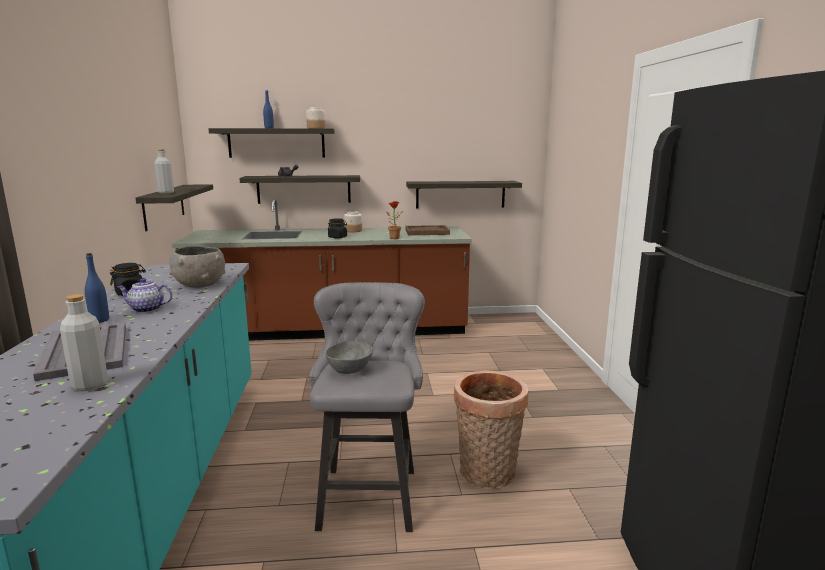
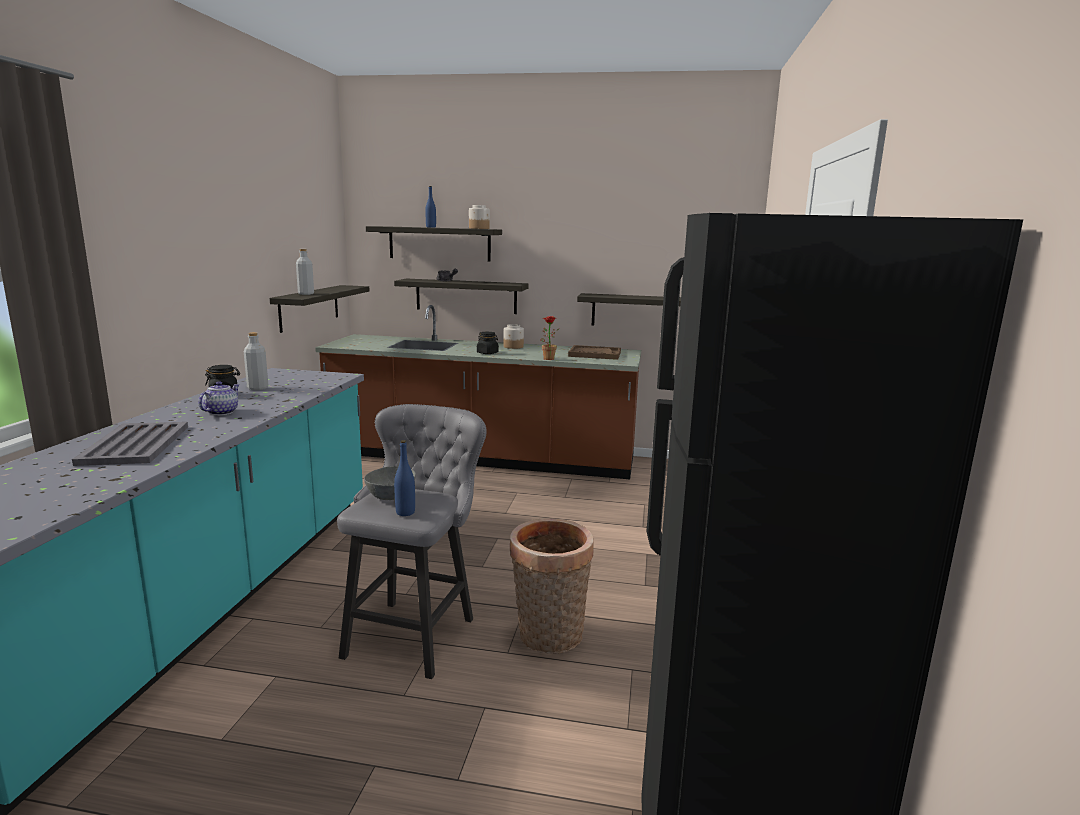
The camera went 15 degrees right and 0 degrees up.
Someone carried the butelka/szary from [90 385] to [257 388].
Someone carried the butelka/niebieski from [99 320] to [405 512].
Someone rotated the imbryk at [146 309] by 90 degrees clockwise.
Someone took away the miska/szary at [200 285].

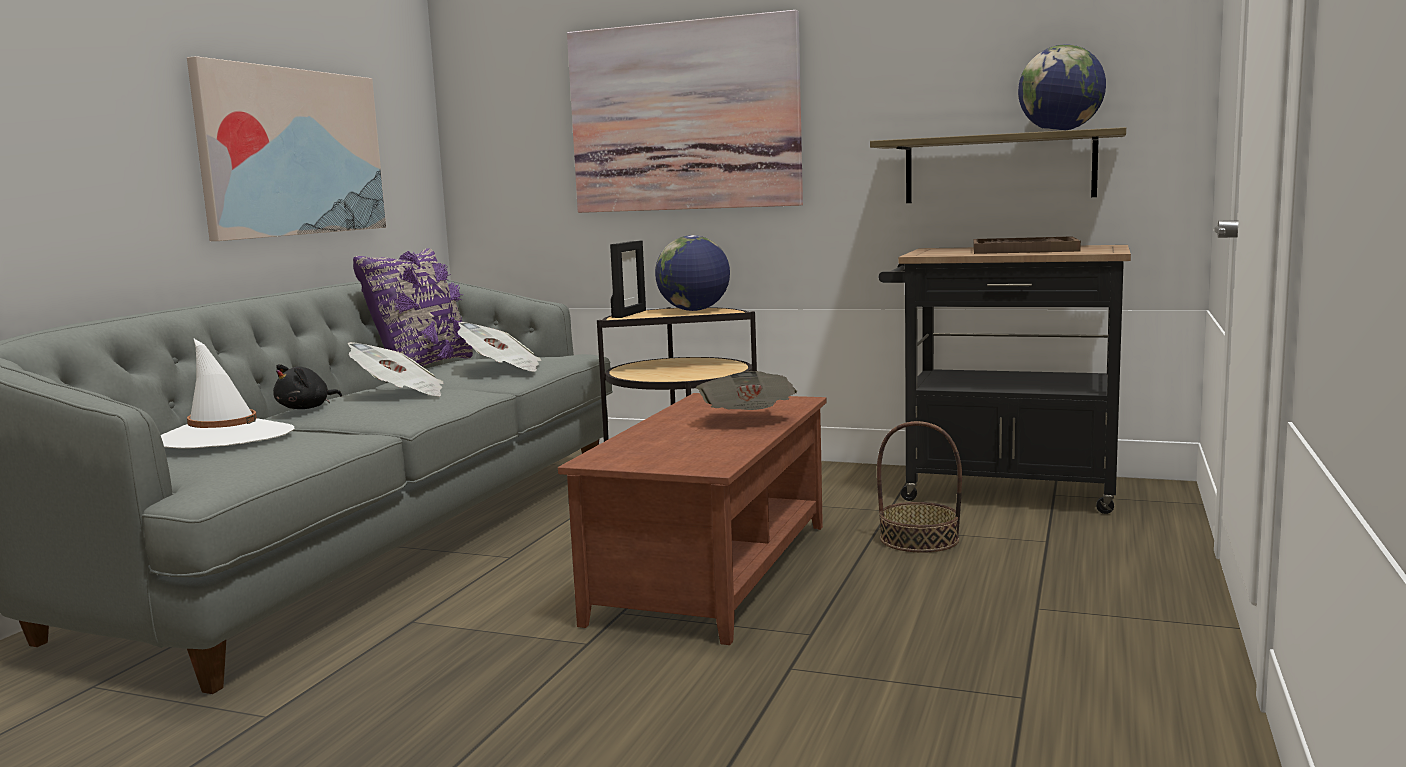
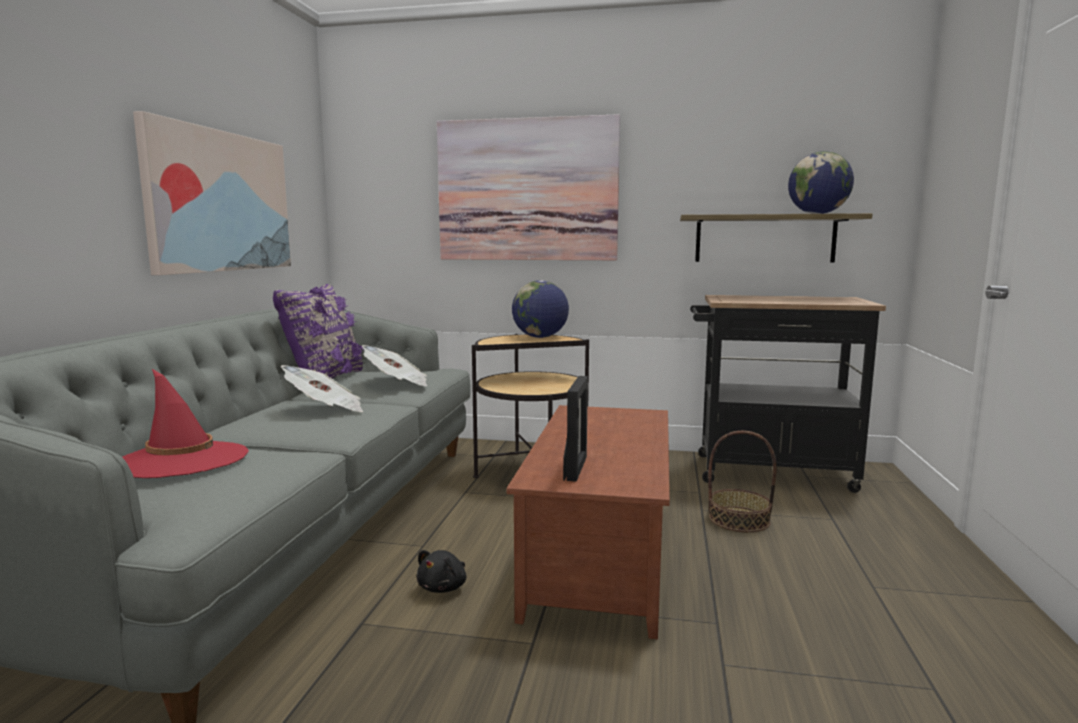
The camera went 10 degrees left and 0 degrees up.
Someone repainted the kapelusz/biały at [224 437], which became the kapelusz/czerwony at [181 460].
Someone carried the pluszak/czarny from [306 408] to [444 587].
Someone carried the ramka na zdjęcie from [629 314] to [575 468].
Someone took away the gazeta at [748 420].
Someone took away the taca/brązowy at [1024 250].

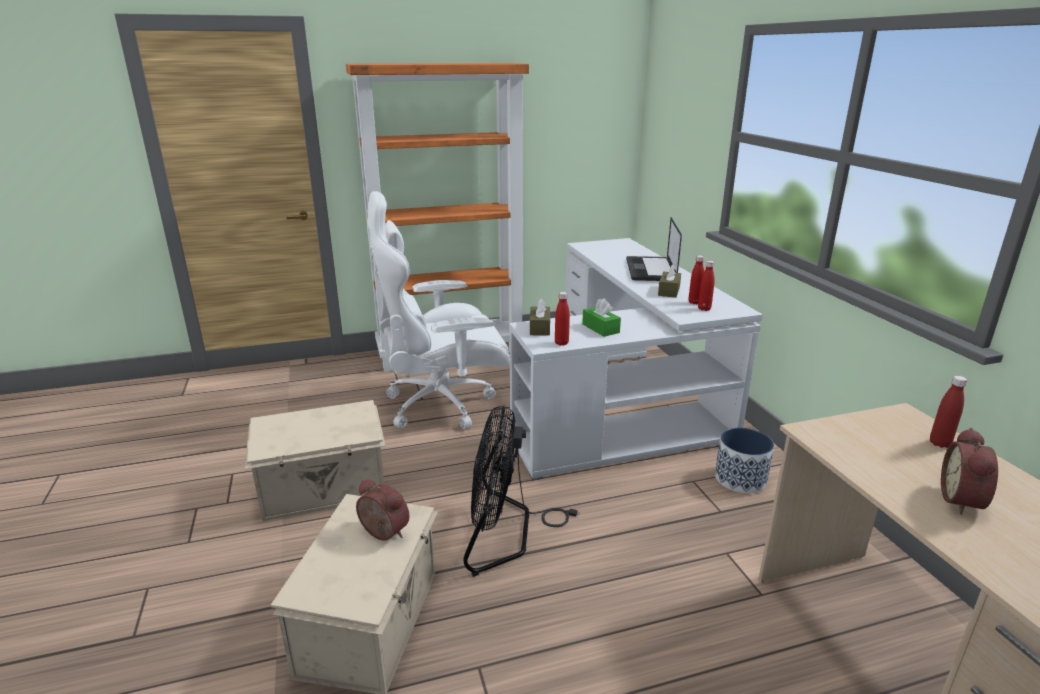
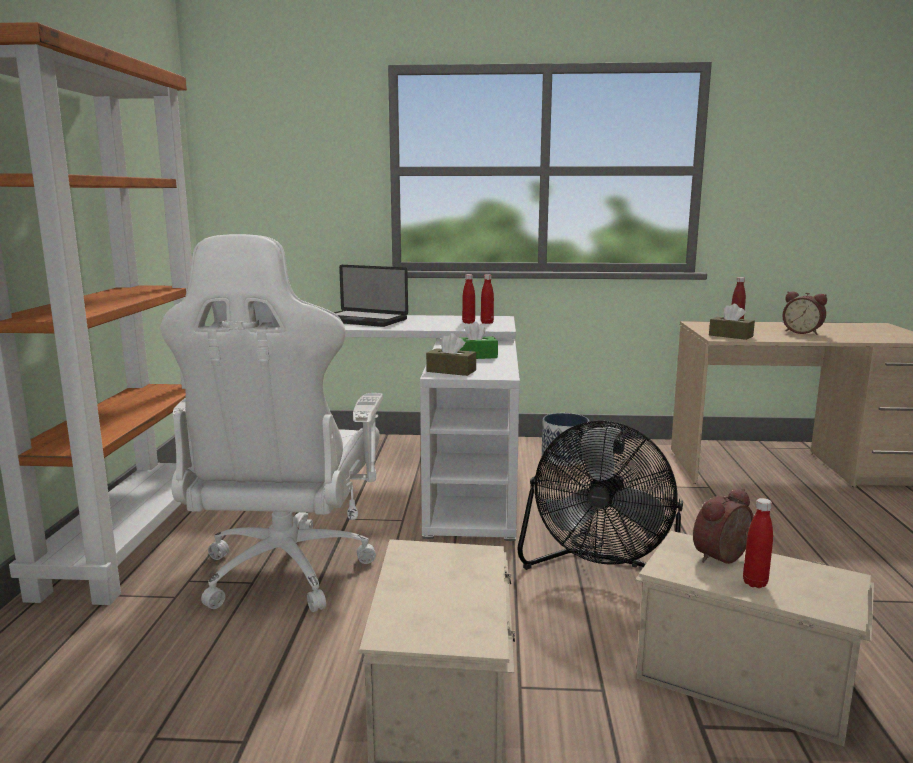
The camera went 70 degrees left and 10 degrees down.
Someone carried the butelka/czerwony from [561 343] to [755 583].
Someone carried the pudełko chusteczek/brązowy from [669 291] to [730 336].

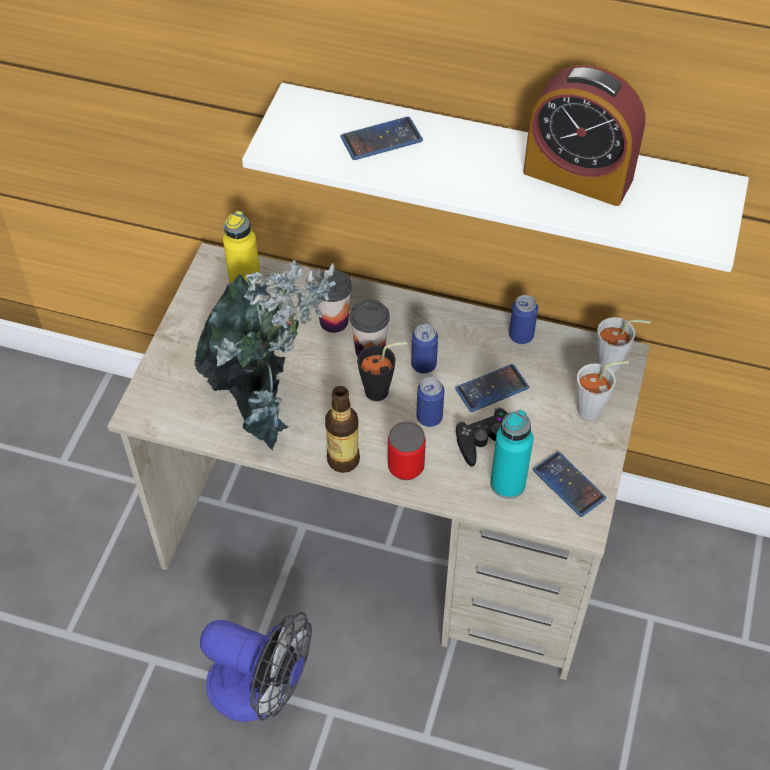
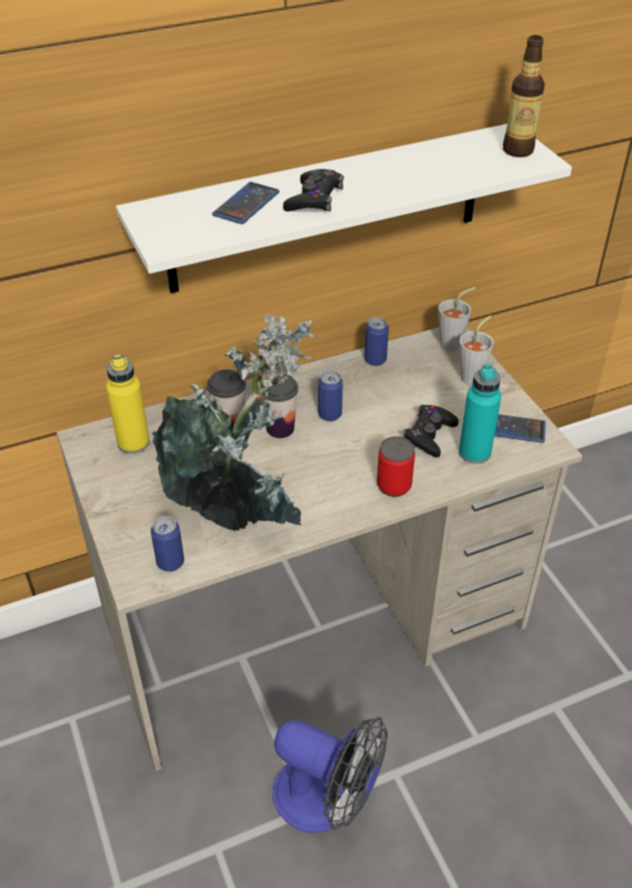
The camera went 40 degrees left and 10 degrees down.
Someone rotated the wentylator at [260 689] by 45 degrees clockwise.
Someone carried the butelka from [343 460] to [518 150].
Someone took away the filiżanka/czarny at [382 391].
Someone carried the puszka from [429 417] to [170 562].
Someone took away the telefon at [492 388].
Someone took away the budzik at [578 175].
Someone put down the pad do gier/czarny at [314 199].

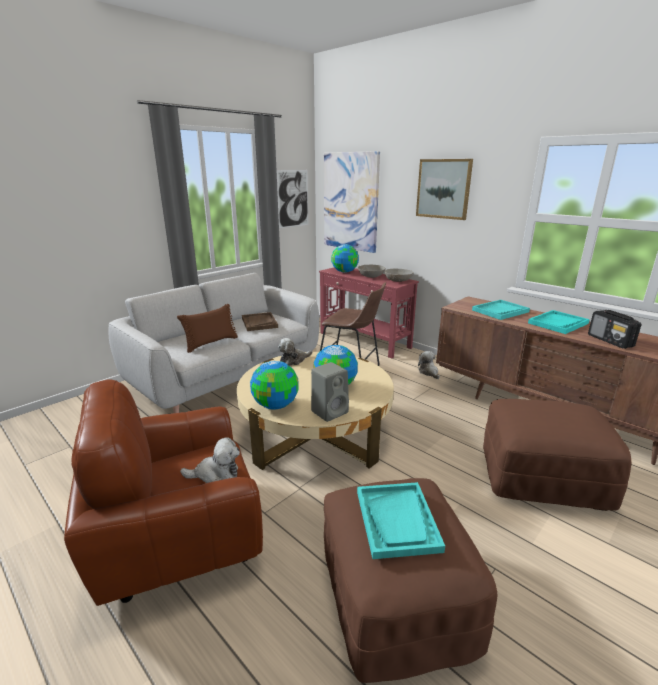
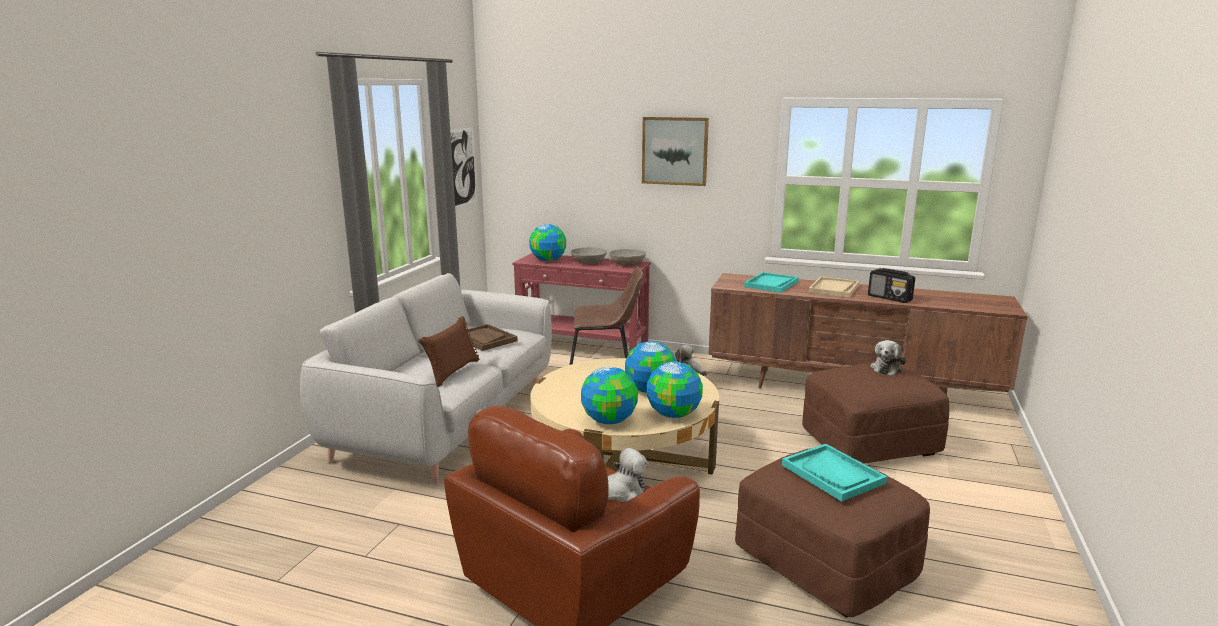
The camera went 25 degrees left and 5 degrees down.
Someone carried the pluszak from [294 360] to [886 368].
Someone swapped the głośnik/szary at [330 411] for the globus at [673 414].
Someone took away the obraz at [350 202].
Someone repainted the taca/turkusowy at [558 323], which became the taca/beżowy at [834 289].

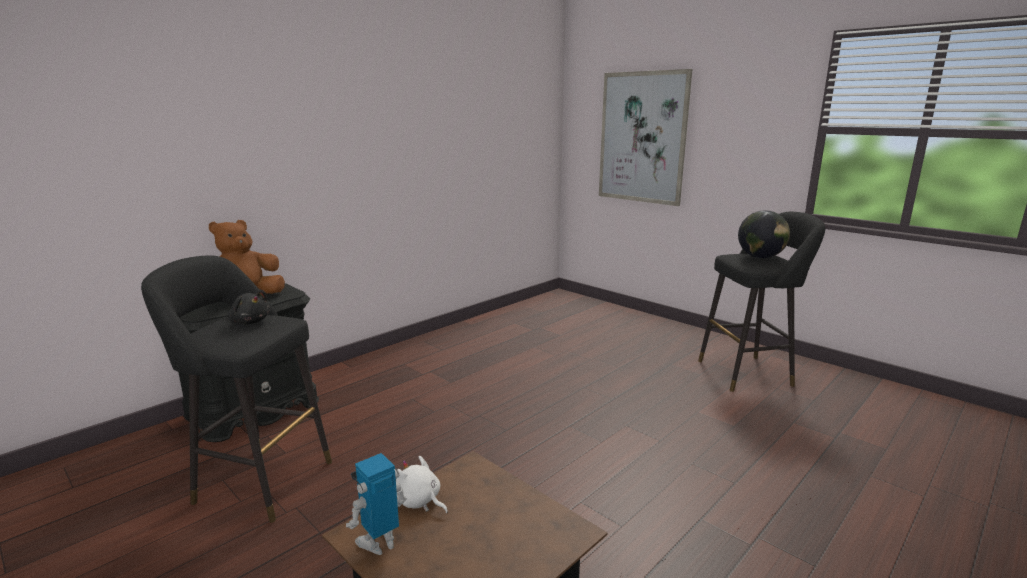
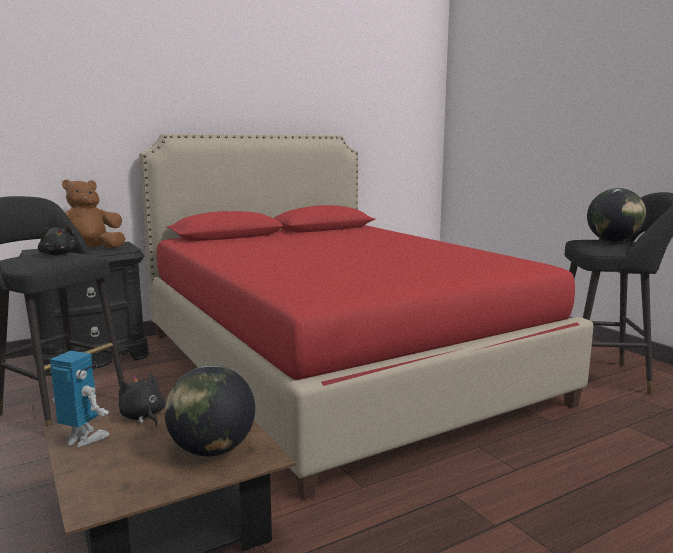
The camera went 15 degrees right and 5 degrees down.
Someone rotated the robot zabawkowy at [379 543] by 45 degrees clockwise.
Someone repainted the pluszak/biały at [420 501], which became the pluszak/czarny at [143 416].
Someone took away the obraz at [642 138].
Someone put down the łóżko/czerwony at [335 366].
Someone put down the globus at [212 450].

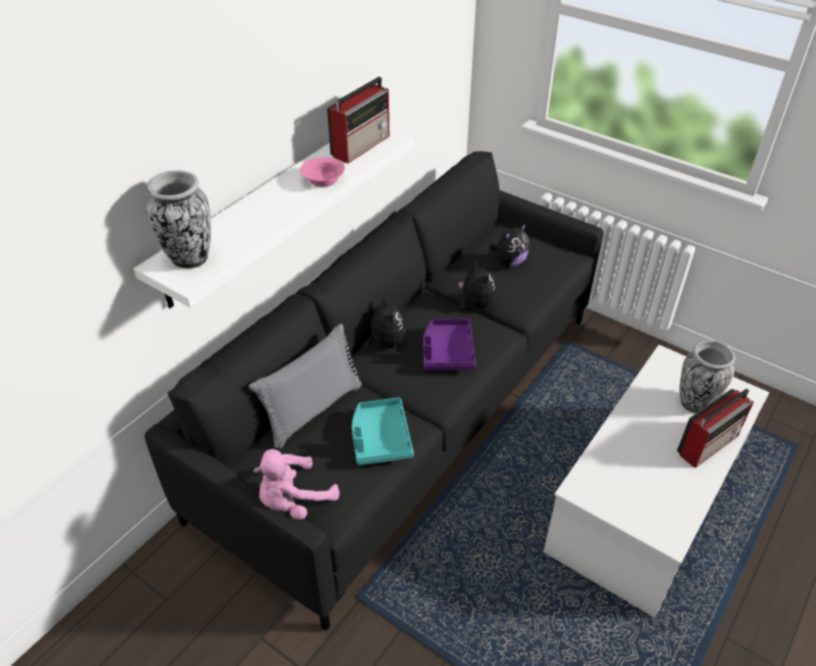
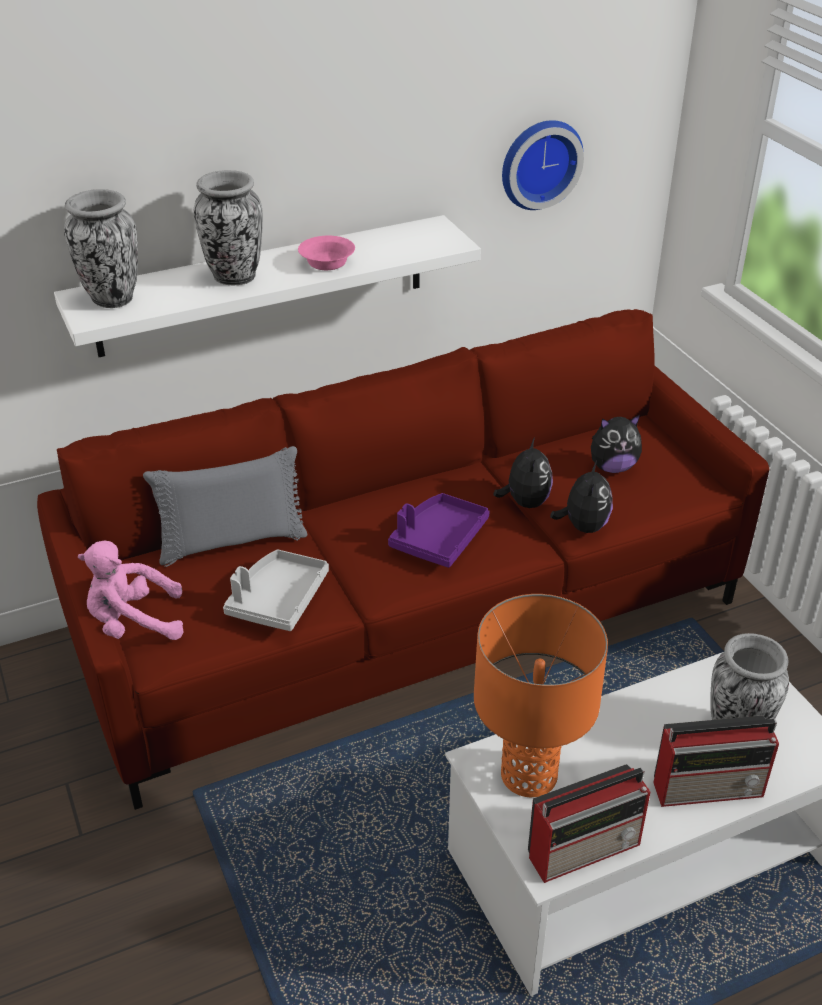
The camera went 30 degrees right and 5 degrees down.
Someone repainted the kanapa/czarny at [407 411], which became the kanapa/czerwony at [411 620].
Someone carried the radio from [361 145] to [586 848].
Someone repainted the taca/turkusowy at [380 438], which became the taca/szary at [277 600].
Someone carried the pluszak from [385 343] to [583 526].
Someone put down the wazon at [234 278].
Someone put down the lampa stołowa/pomarańczowy at [528 773].
Someone put up the zegar ścienny at [538 162].

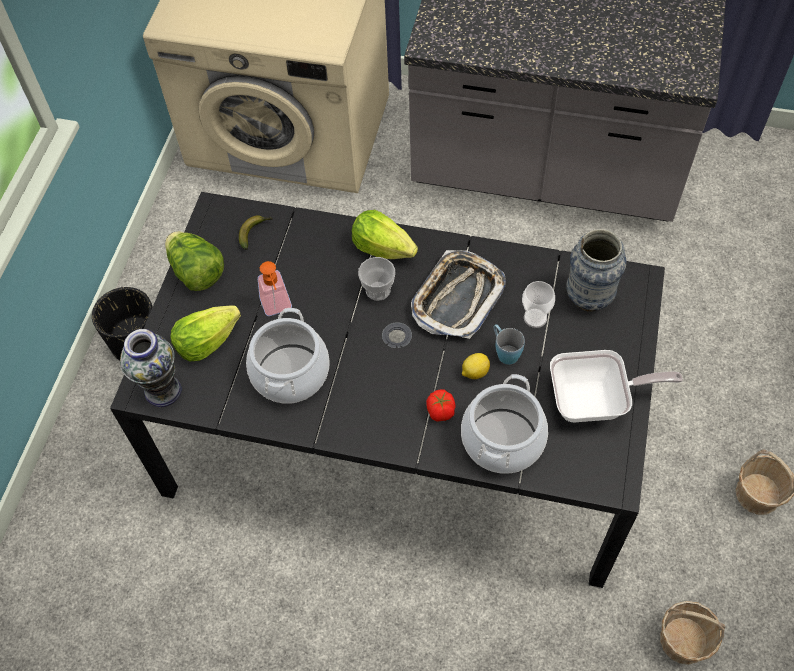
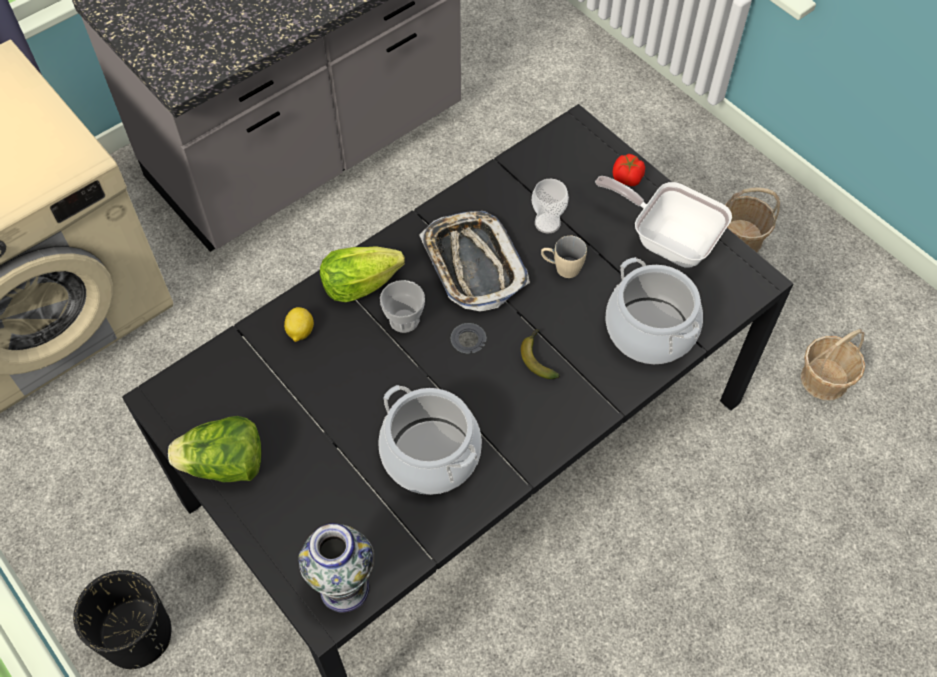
The camera went 55 degrees left and 0 degrees up.
Someone took away the sałata at [206 342].
Someone carried the banan from [255 232] to [538 357].
Someone took away the dozownik mydła at [278 308].
Someone carried the pomidor from [440 411] to [627 179].
Someone carried the cytryna from [474 372] to [300 332].
Someone repainted the kubek/niebieski at [504 351], which became the kubek/beżowy at [561 268].
Someone rotated the patelnia at [595 401] by 90 degrees counterclockwise.
Someone took away the wazon at [588 298].

